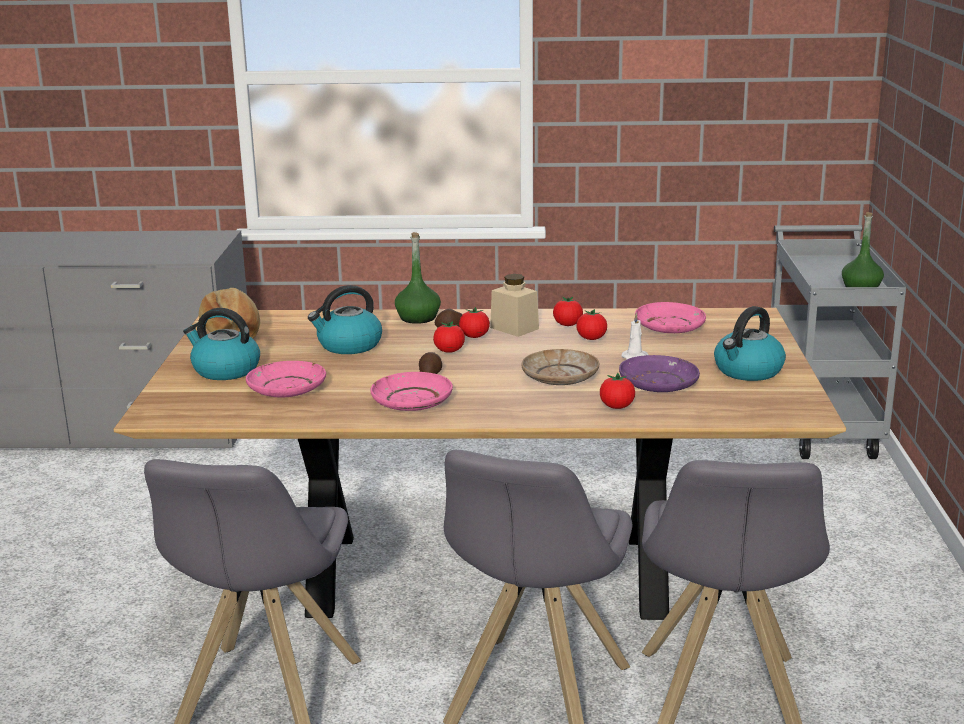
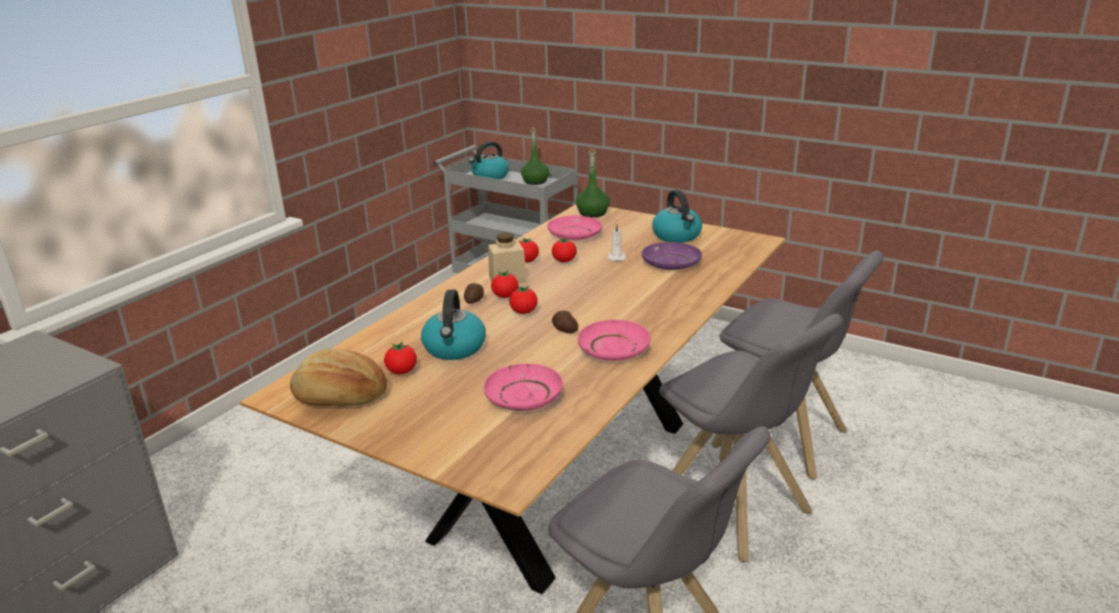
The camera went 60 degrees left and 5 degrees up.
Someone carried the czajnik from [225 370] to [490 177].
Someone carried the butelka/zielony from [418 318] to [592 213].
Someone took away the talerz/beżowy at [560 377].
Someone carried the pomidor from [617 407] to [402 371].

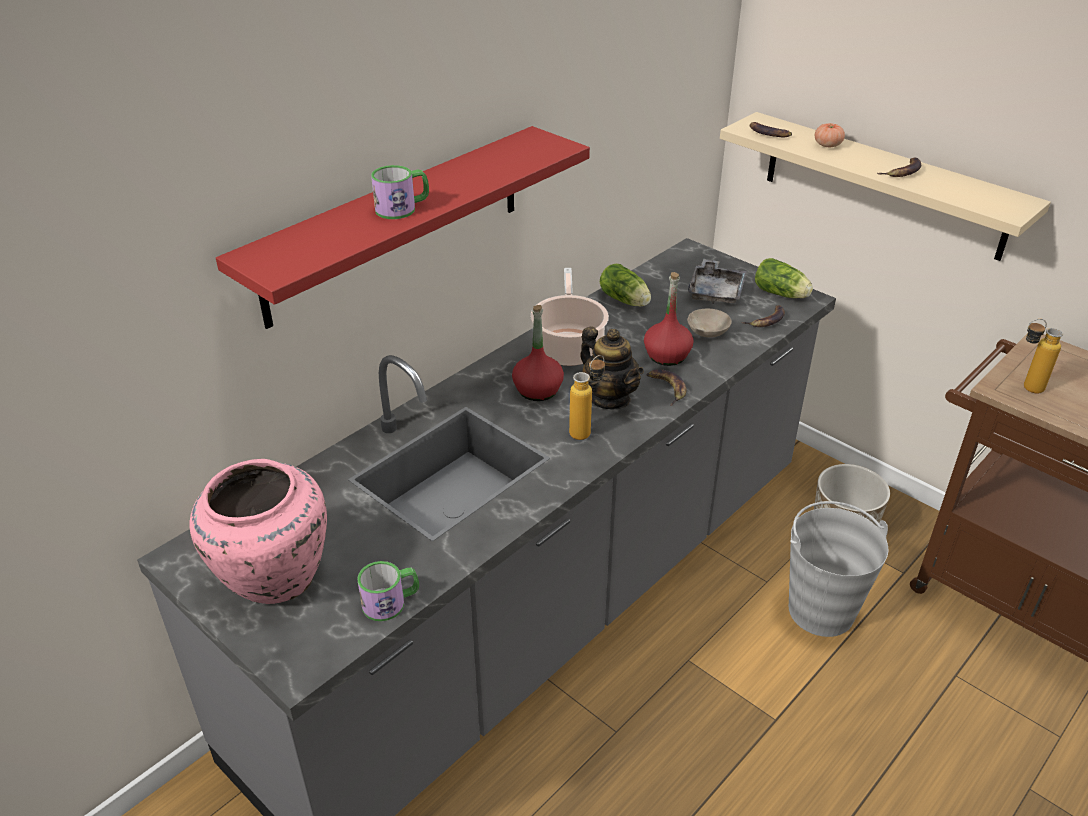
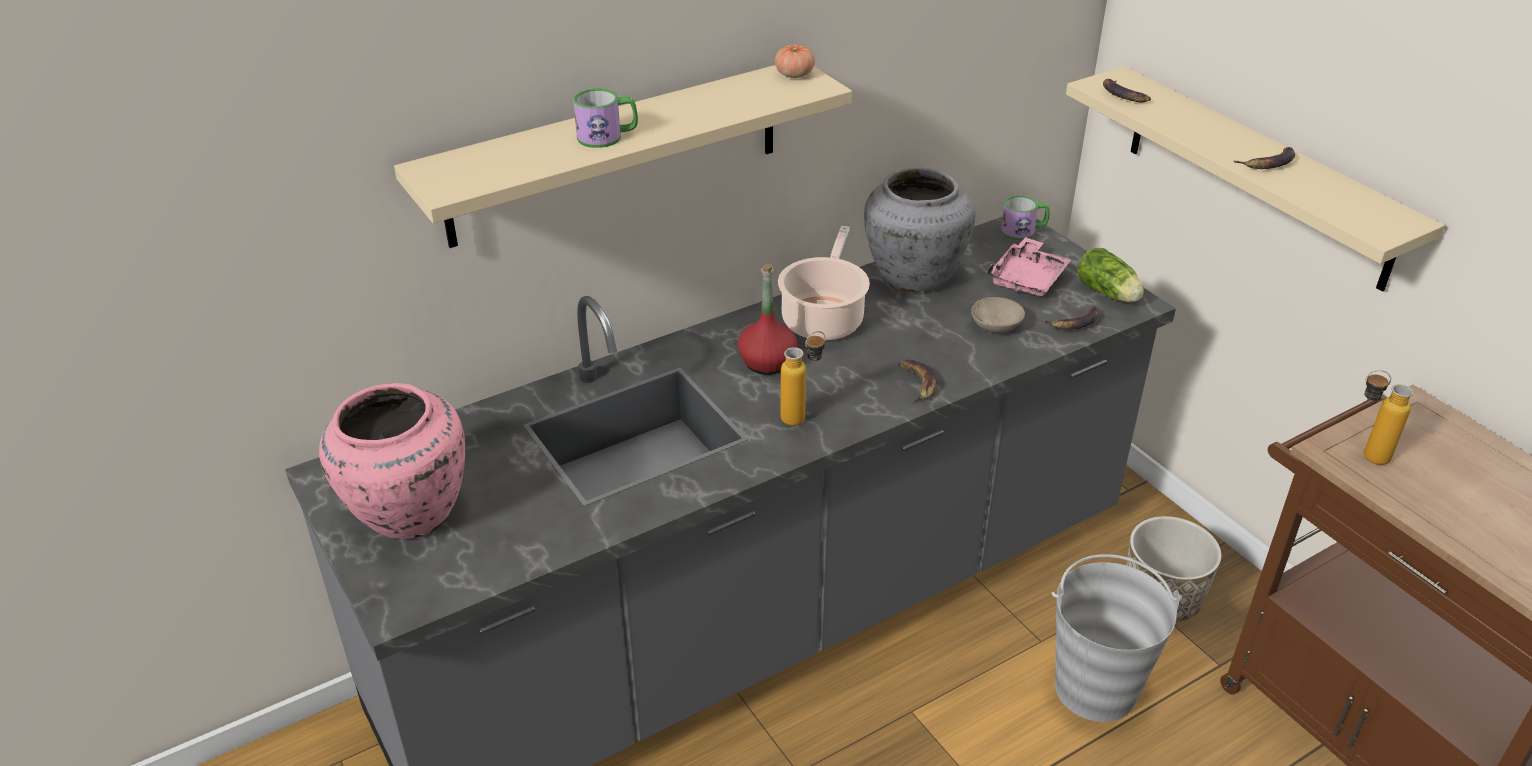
The camera went 15 degrees right and 0 degrees up.
Someone repainted the półka/czerwony at [396 224], which became the półka/beżowy at [615 152].
Someone carried the kubek from [391 602] to [1023 231].
Someone took away the imbryk at [609 398].
Someone swapped the sałata at [626 301] for the wazon/szary at [914 275].
Someone took away the butelka/czerwony at [667 355].
Someone repainted the taca/szary at [715 291], which became the taca/różowy at [1028 279].
Someone carried the pomidor from [827 145] to [794 74].

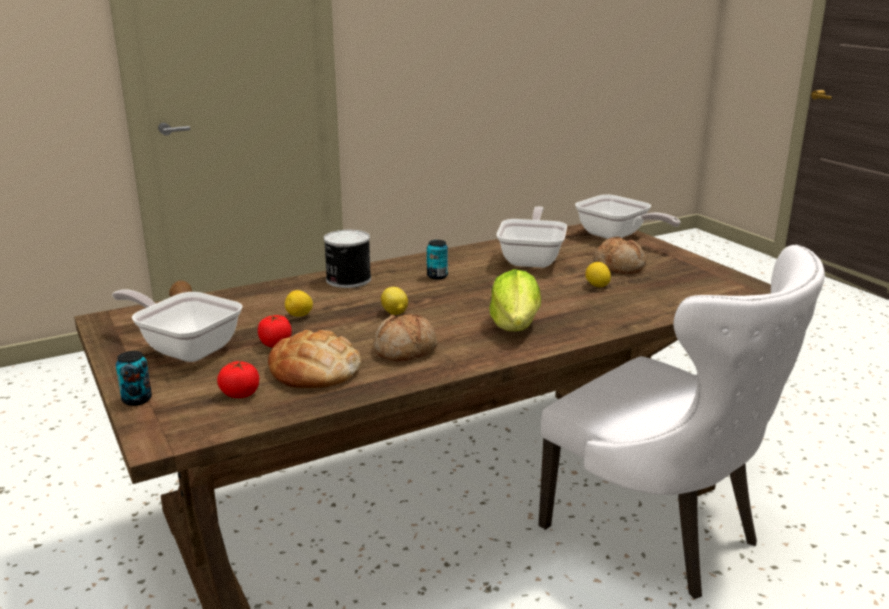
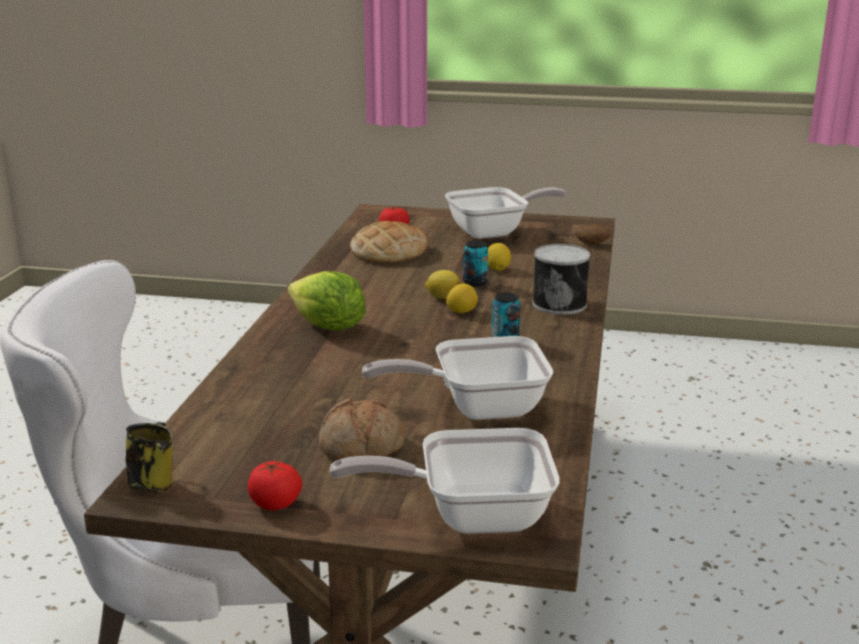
The camera went 130 degrees right and 0 degrees up.
Someone carried the puszka from [137 399] to [475 282].
Someone carried the pomidor from [276 344] to [275 504].
Someone took away the chleb at [405 350].
Someone rotated the patelnia at [532 259] by 120 degrees clockwise.
Someone carried the cytryna from [597 286] to [461 312].
Someone put down the kubek at [153 482].

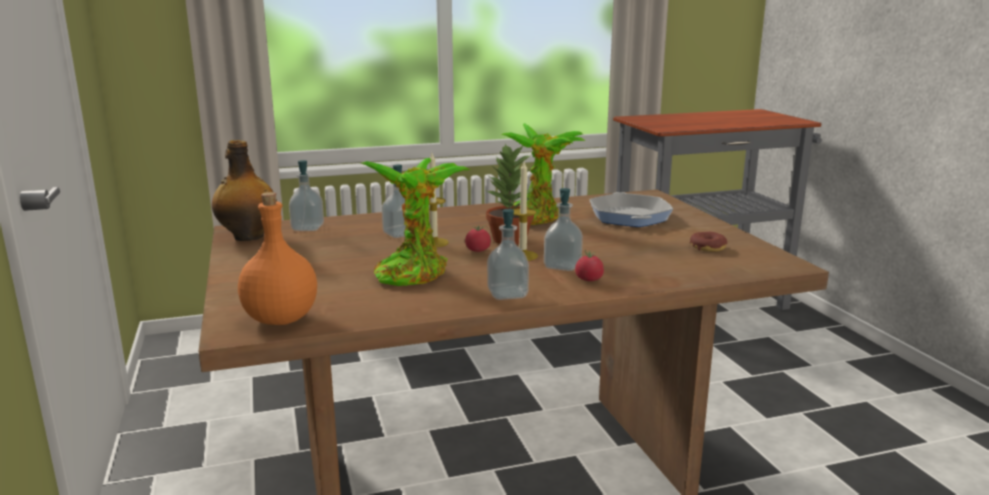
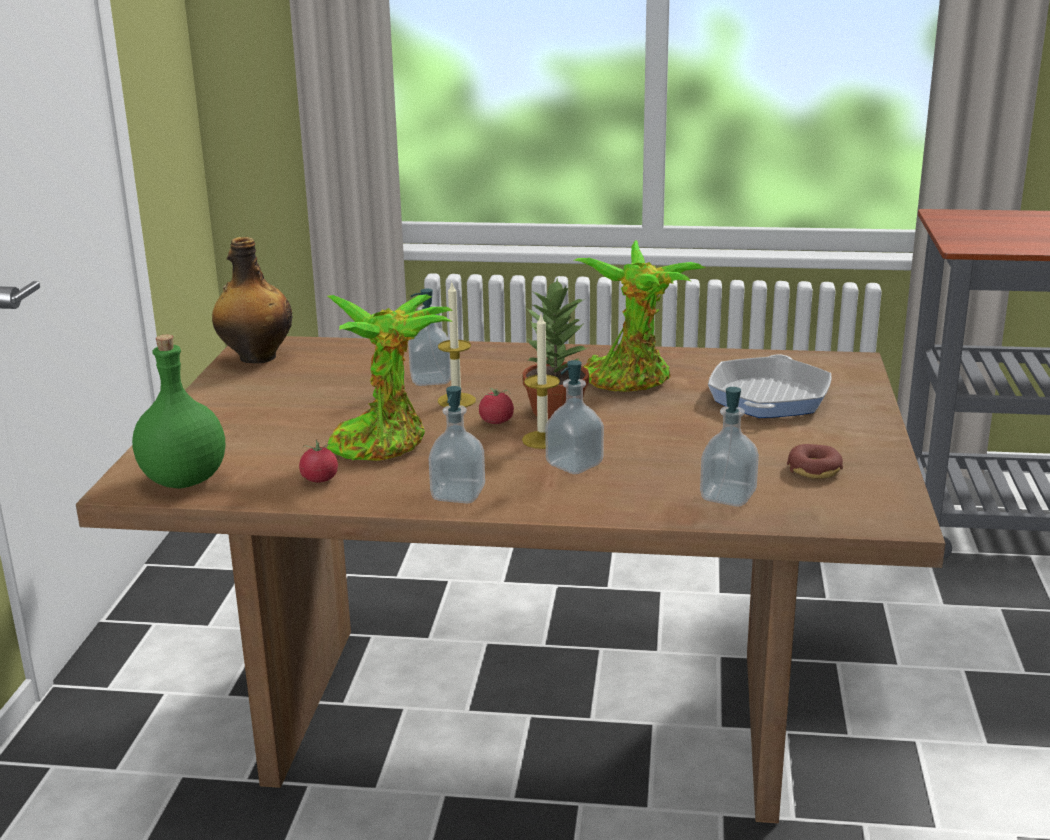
The camera went 25 degrees right and 5 degrees up.
Someone repainted the butelka/pomarańczowy at [280 319], which became the butelka/zielony at [183 479].
Someone carried the dozownik mydła from [307 228] to [728 496].
Someone carried the pomidor from [589 280] to [319 479].

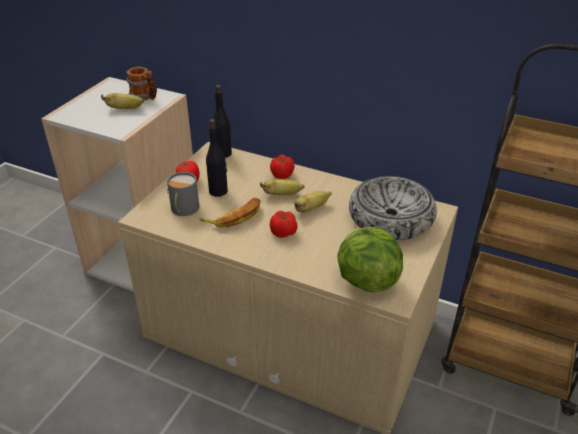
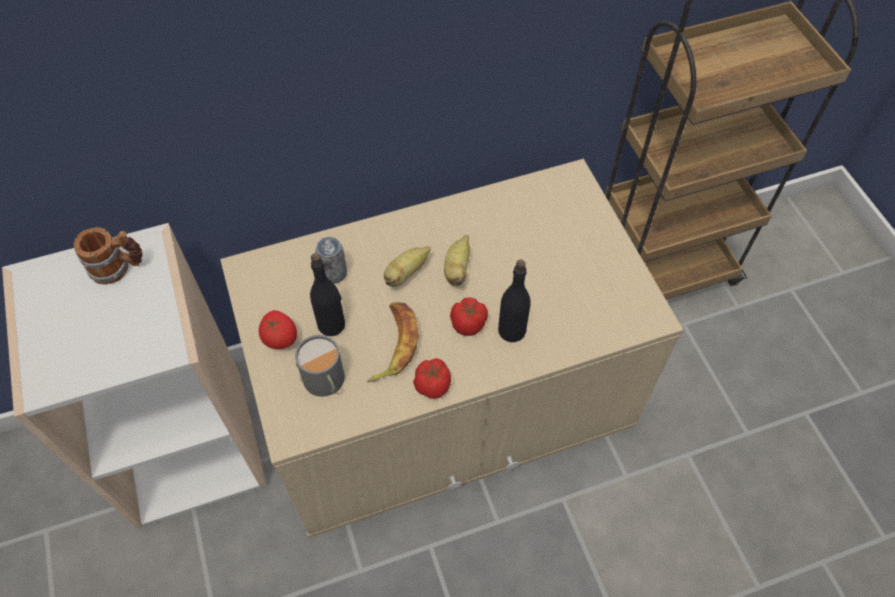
The camera went 45 degrees left and 20 degrees up.
Someone took away the banan at [125 109].
Someone carried the butelka/czarny from [223 153] to [512 330].
Someone carried the pomidor from [282 175] to [433 384].
Someone took away the sałata at [366 279].
Someone took away the miska at [391 218].
Someone put down the puszka at [334 273].

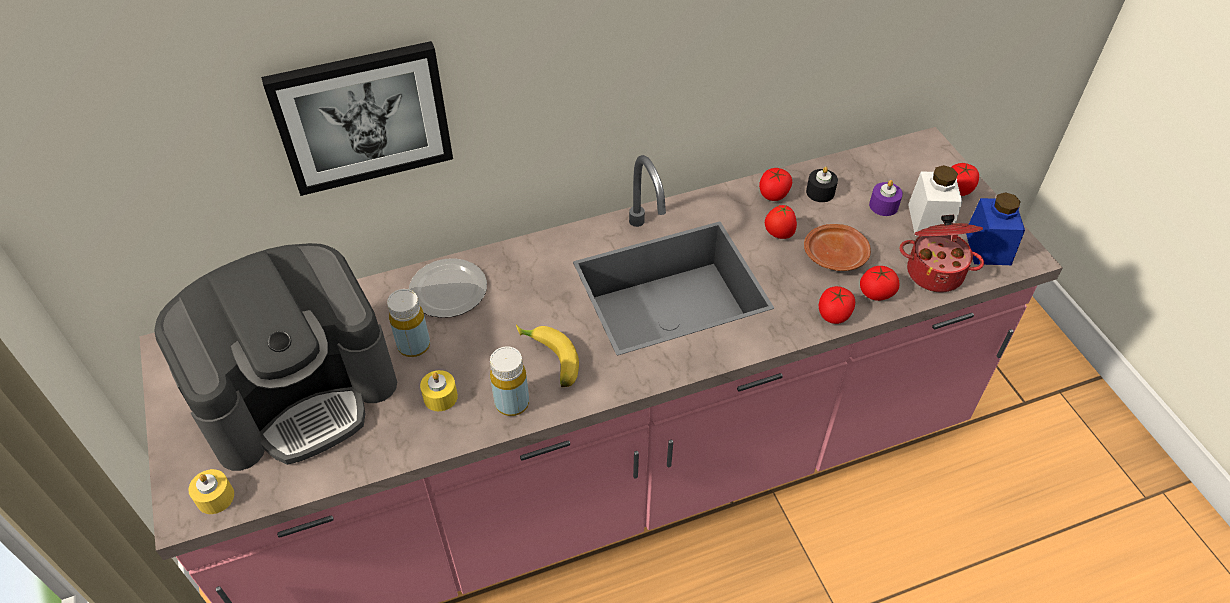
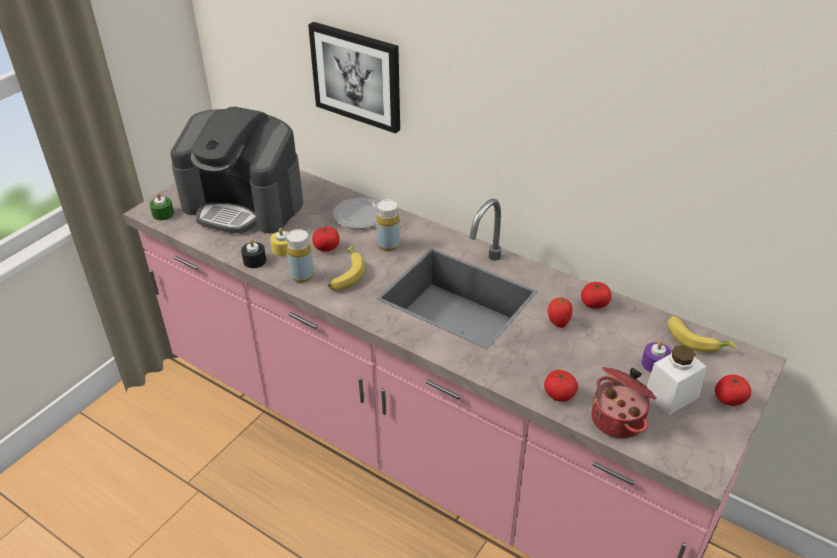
The camera went 55 degrees right and 10 degrees down.
Someone repainted the świeca/żółty at [215 497], which became the świeca/zielony at [163 214].
Someone carried the butelka/żółty from [414 345] to [388 245].
Someone took away the talerz/brązowy at [836 255].
Someone carried the świeca/czarny from [820 192] to [254 261].
Someone carried the pomidor from [834 315] to [326 247].
Someone took away the słoik/niebieski at [988 247].
Someone put down the banan at [696 339].

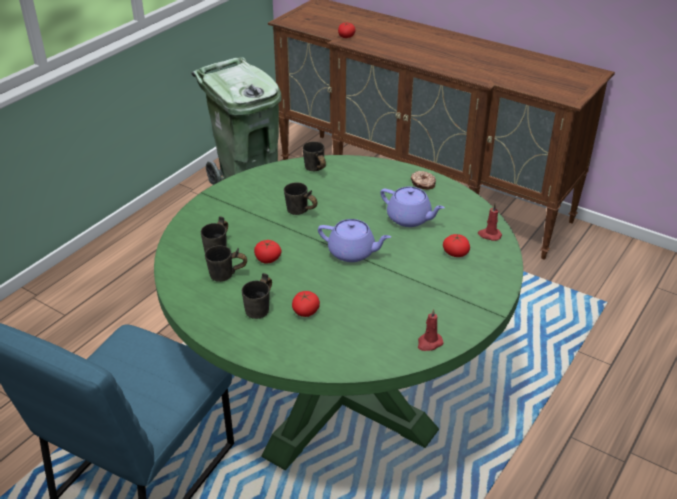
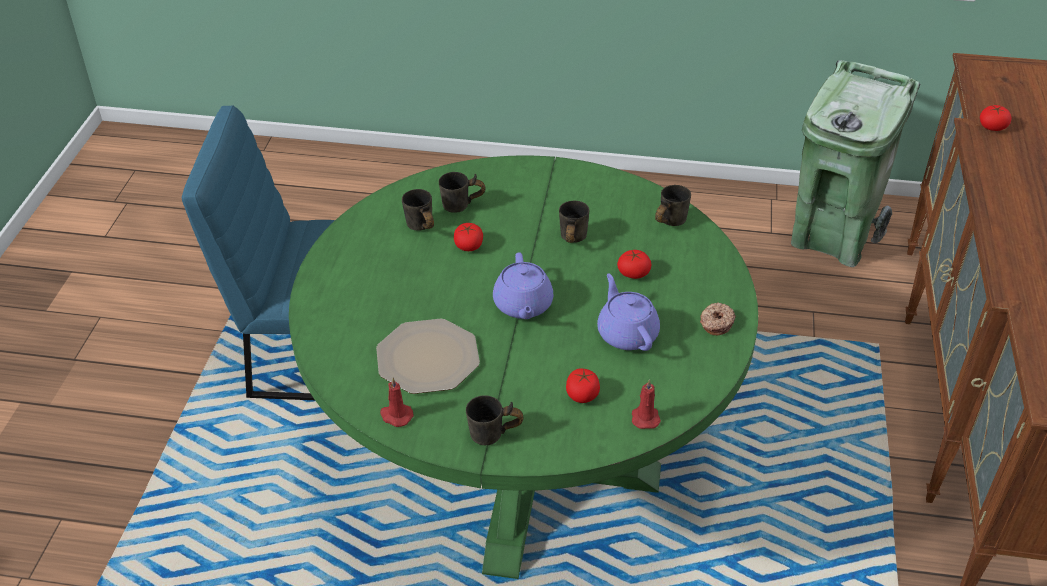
The camera went 65 degrees right and 5 degrees up.
Someone carried the kubek/szary from [262 309] to [493 438].
Someone carried the pomidor from [305 311] to [633 273].
Someone rotated the imbryk/fioletowy at [410 219] by 150 degrees clockwise.
Someone put down the talerz at [427 358].

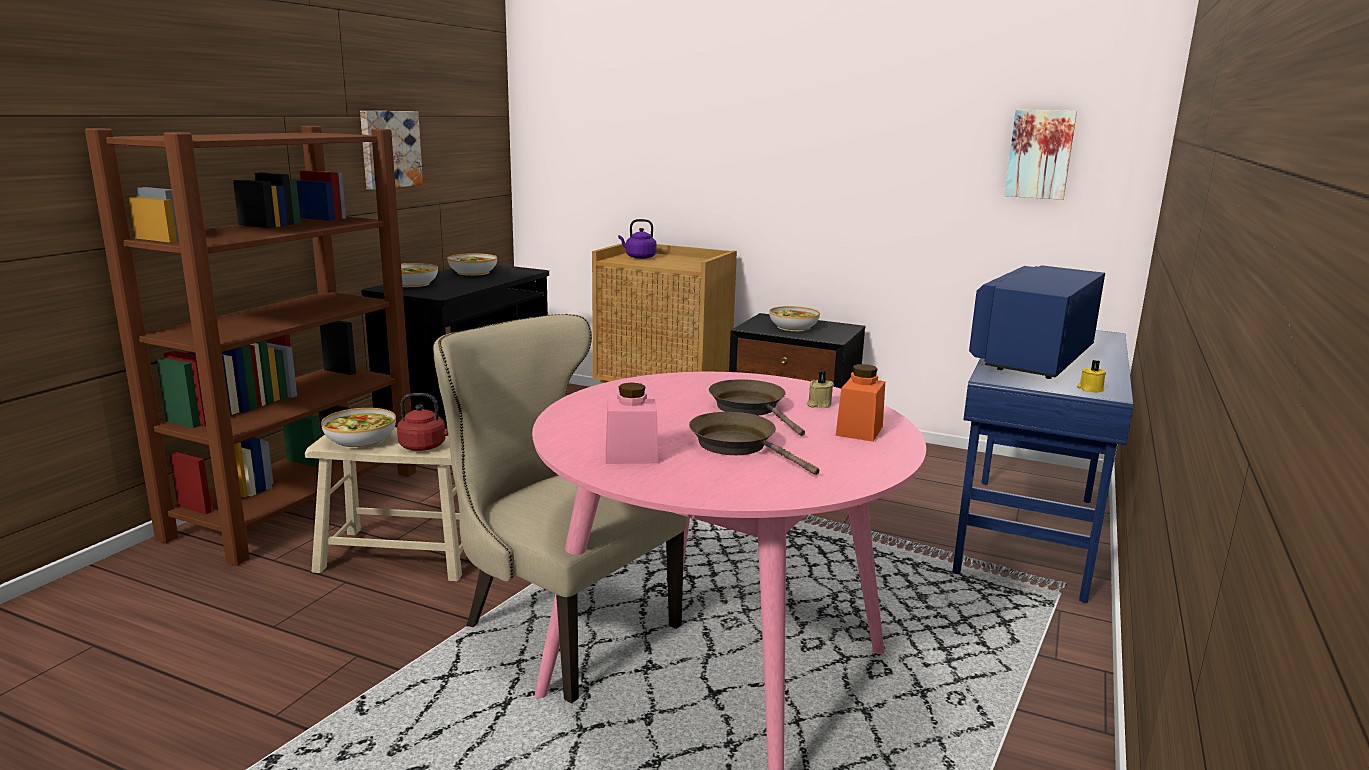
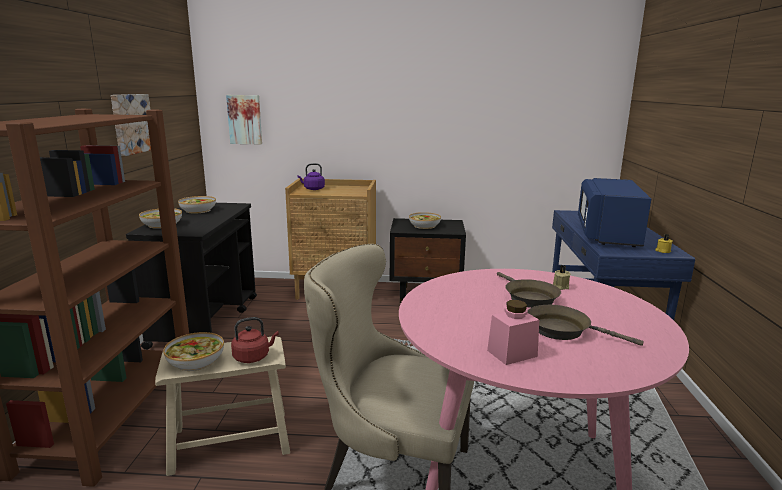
The camera went 20 degrees left and 0 degrees up.
Someone rotated the patelnia/brązowy at [751 409] by 150 degrees counterclockwise.
Someone took away the słoik/pomarańczowy at [859 431].
Someone carried the obraz from [1040 154] to [245 119].

